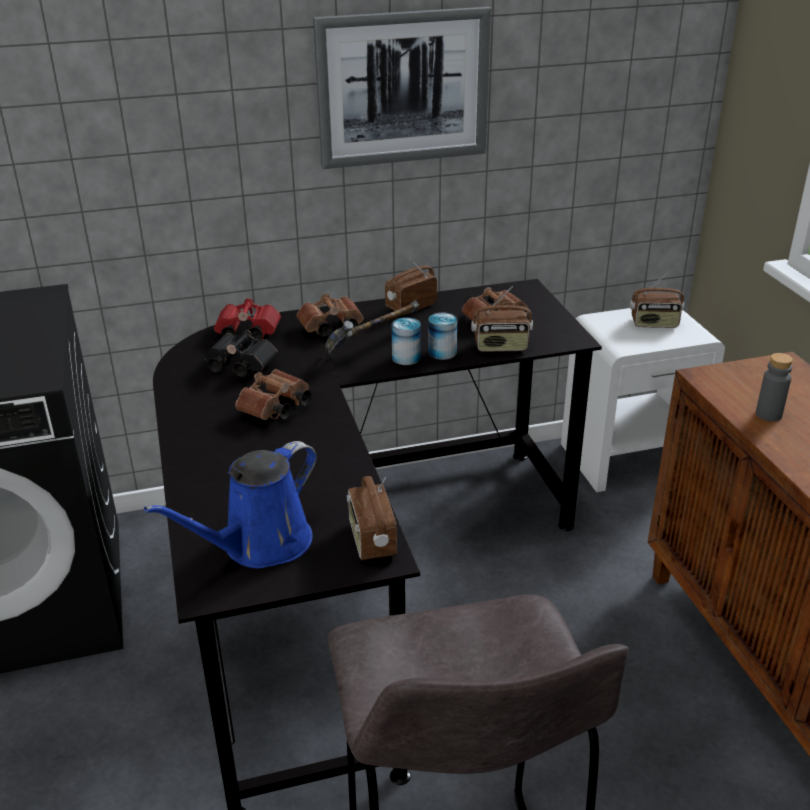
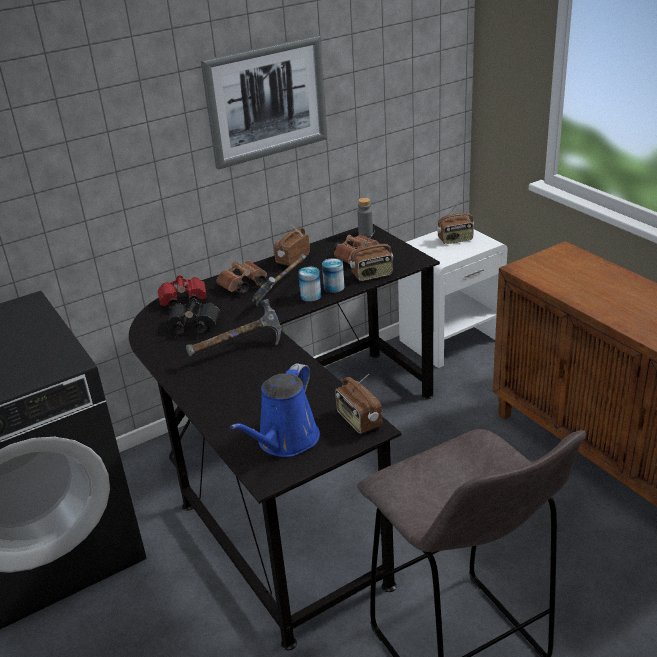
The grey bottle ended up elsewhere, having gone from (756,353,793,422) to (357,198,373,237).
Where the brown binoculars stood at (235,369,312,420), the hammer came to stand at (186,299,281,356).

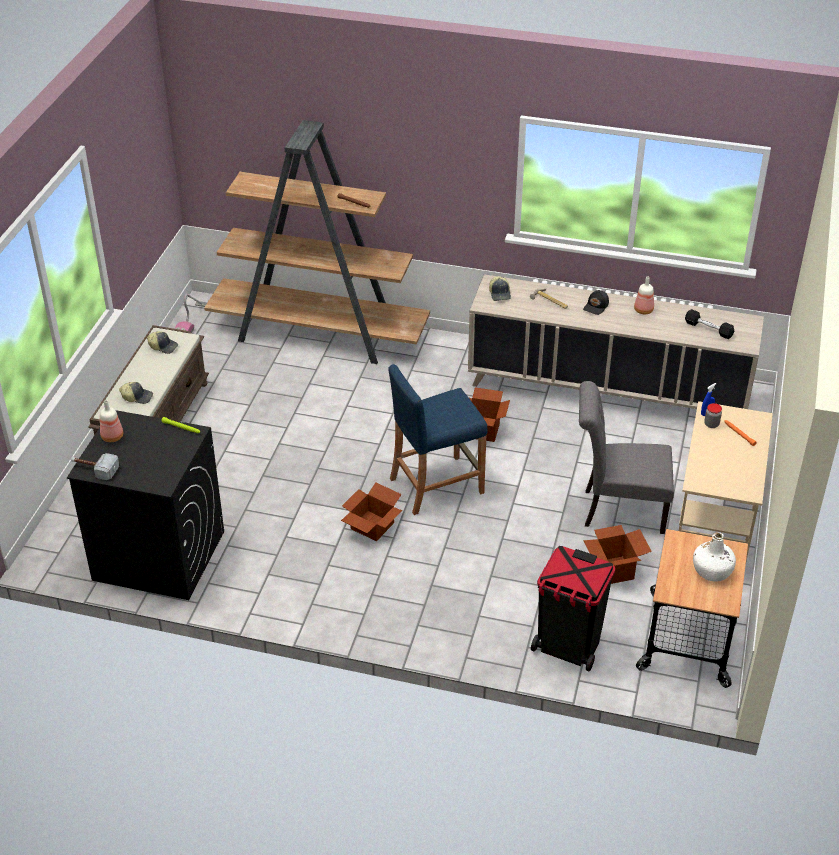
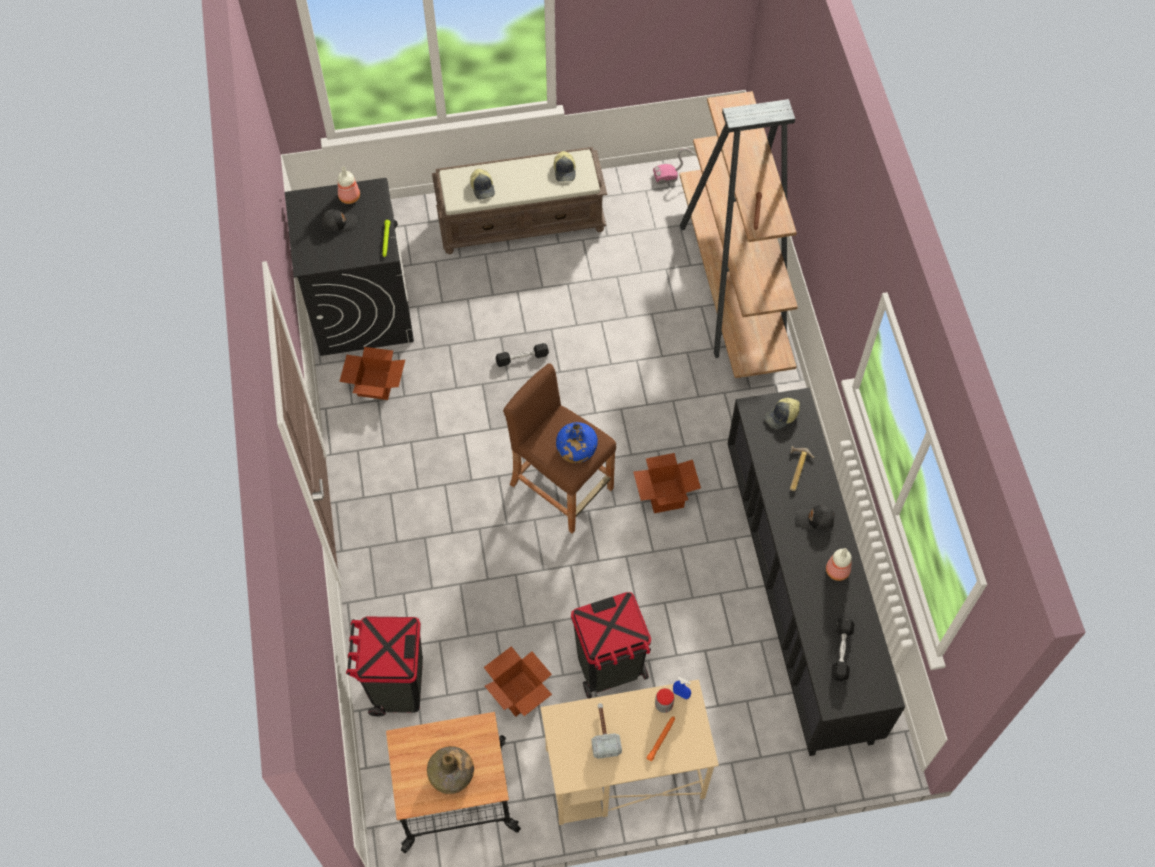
What was the beige cabinet at (468,274,764,409) turned into the black cabinet at (728,388,905,756).
What was the blue stool at (388,364,487,515) turned into the brown stool at (503,363,616,534).
Where the grey chair stood at (579,381,674,534), the black trash can came to stand at (571,592,651,699).
The hammer ended up elsewhere, having gone from (71,453,119,480) to (591,703,622,759).
The cardboard box ended up elsewhere, having gone from (341,482,402,541) to (339,347,405,400).
What was the white bottle at (693,532,736,582) turned into the green bottle at (427,746,474,794).
The second view gained the black cap at (322,209,357,233).
The second view gained the black dumbbell at (495,343,549,367).
The second view gained the blue bottle at (556,422,598,463).

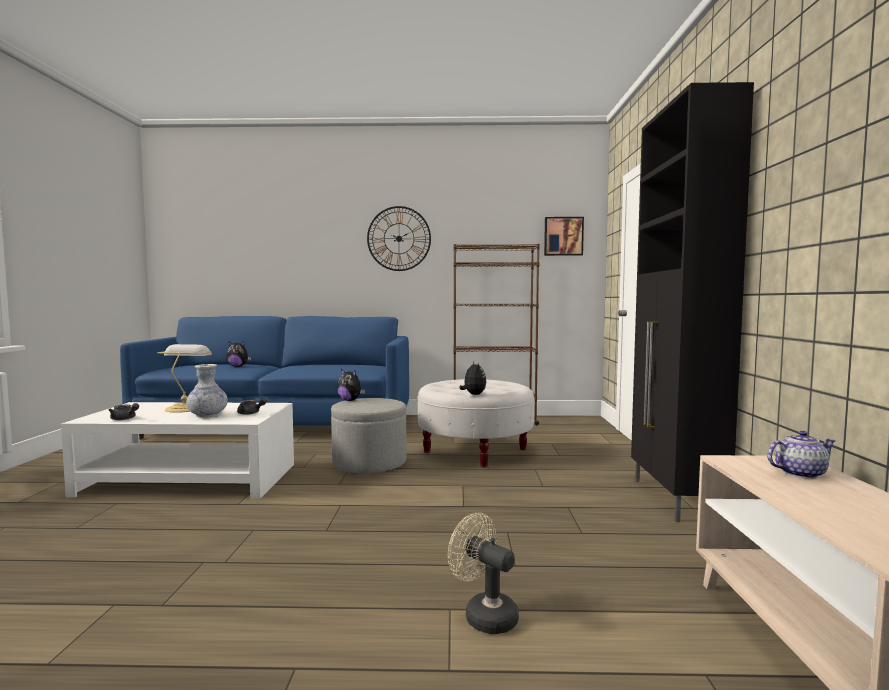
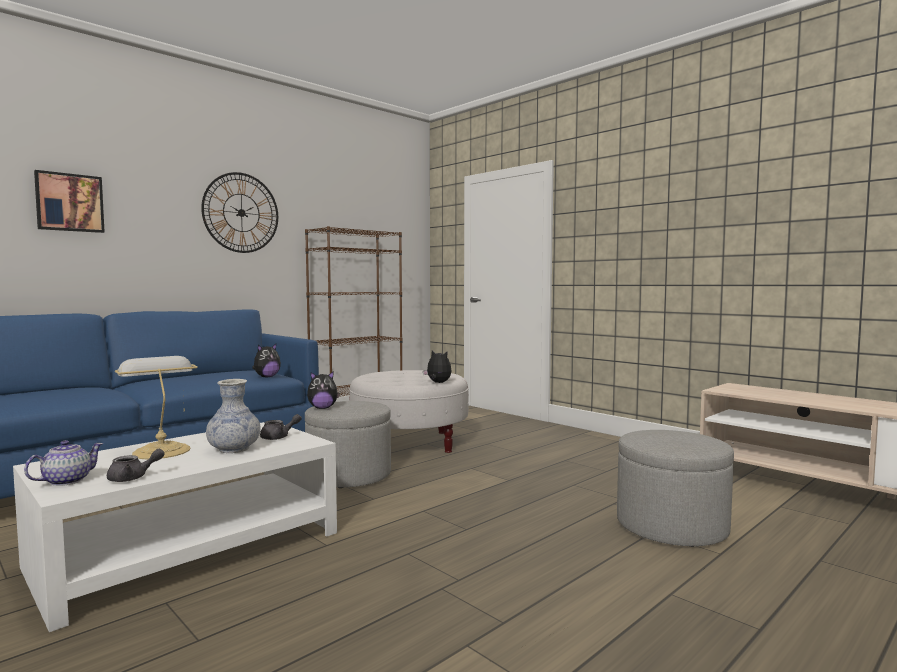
The second view lost the black cabinet at (631,82,754,522).
The picture ended up elsewhere, having gone from (544,217,584,256) to (34,170,105,233).
The plush toy ended up elsewhere, having gone from (226,341,251,367) to (252,344,281,378).
The teapot ended up elsewhere, having gone from (767,431,836,479) to (24,440,104,486).
Where the beige fan stood at (448,513,519,634), the grey ottoman came to stand at (617,430,734,547).

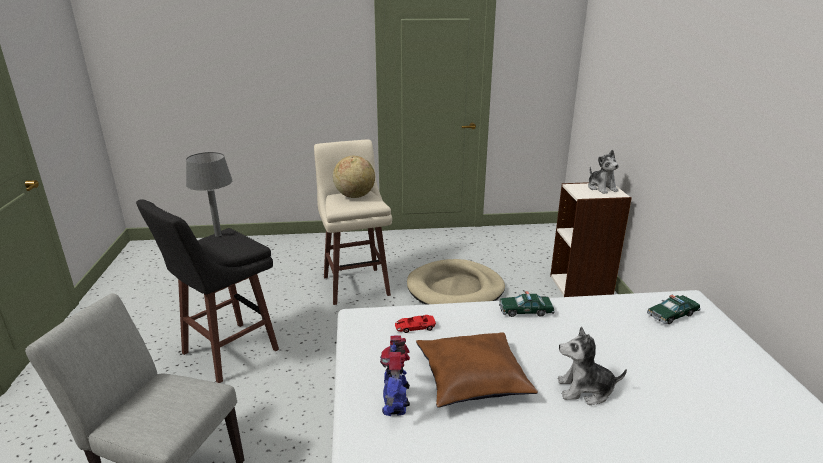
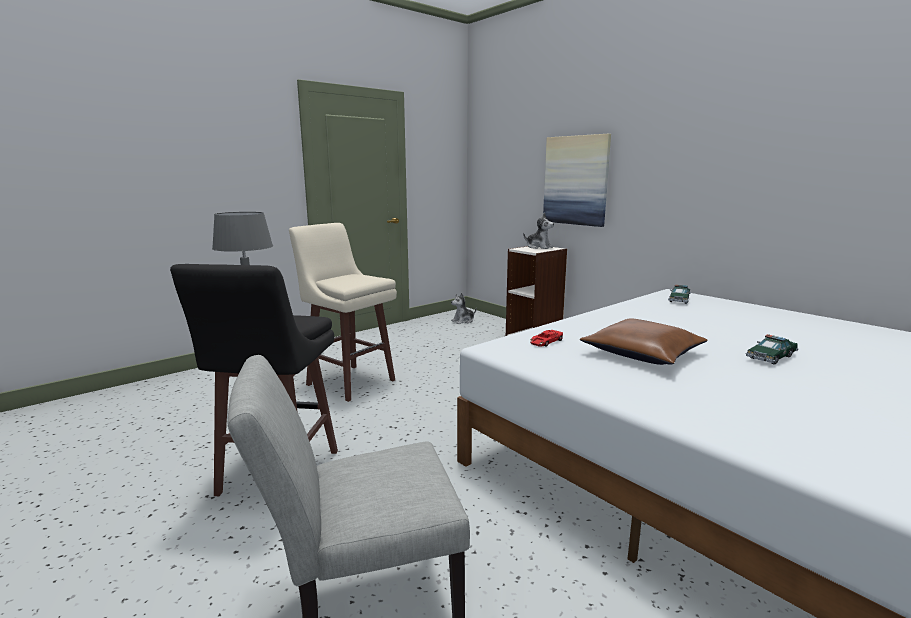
The second view lost the globe at (333,156,375,198).
The second view lost the beige dog bed at (407,259,505,305).
The toy car ended up elsewhere, having gone from (499,291,555,317) to (746,334,799,365).
The plush toy ended up elsewhere, having gone from (558,327,627,405) to (451,293,477,324).
The second view lost the toy robot at (380,335,410,416).
The second view gained the picture at (543,134,611,227).

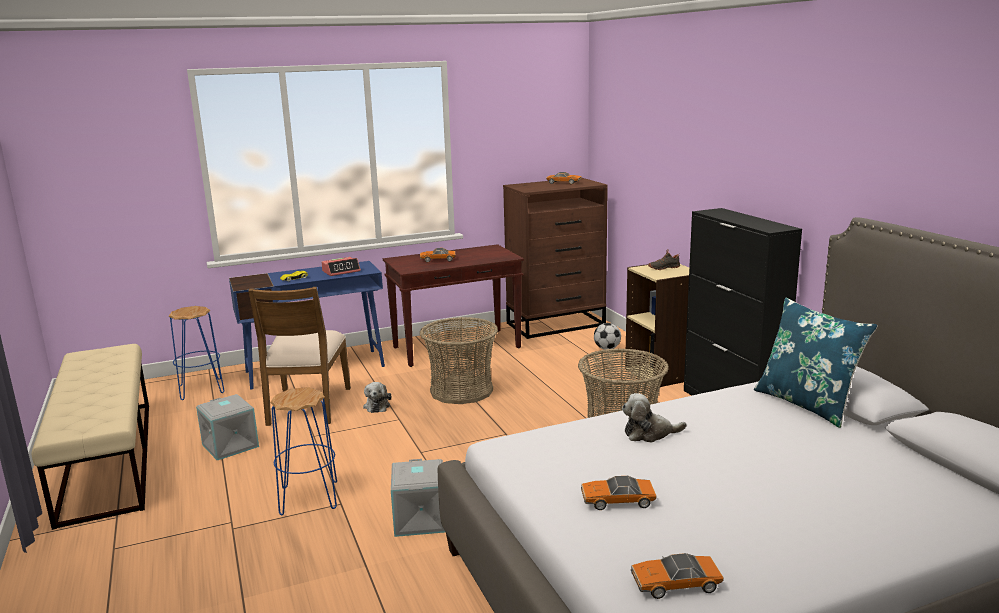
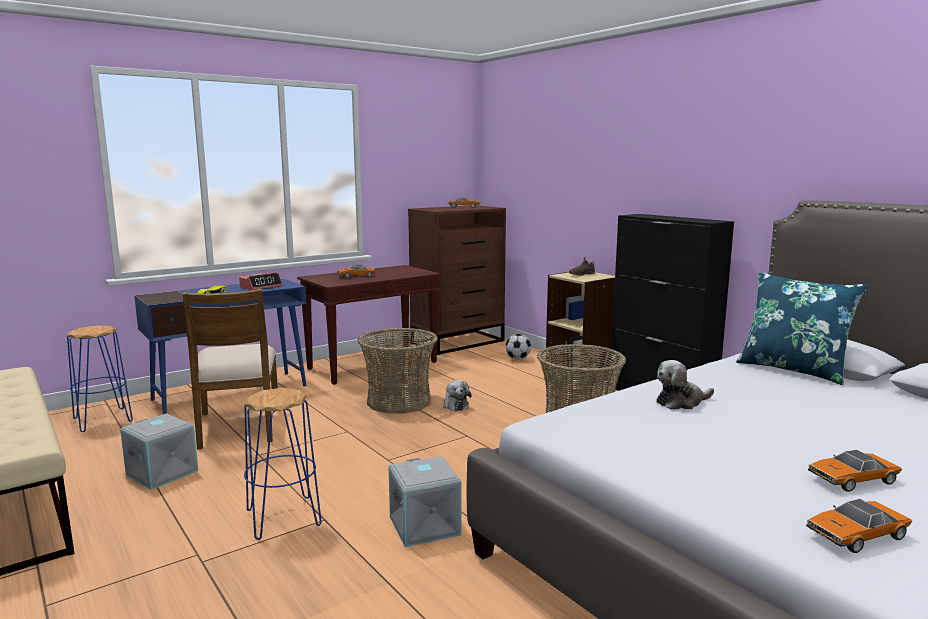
The plush toy ended up elsewhere, having gone from (363,382,391,413) to (443,380,471,411).
The toy car ended up elsewhere, having gone from (581,476,657,510) to (808,450,902,492).

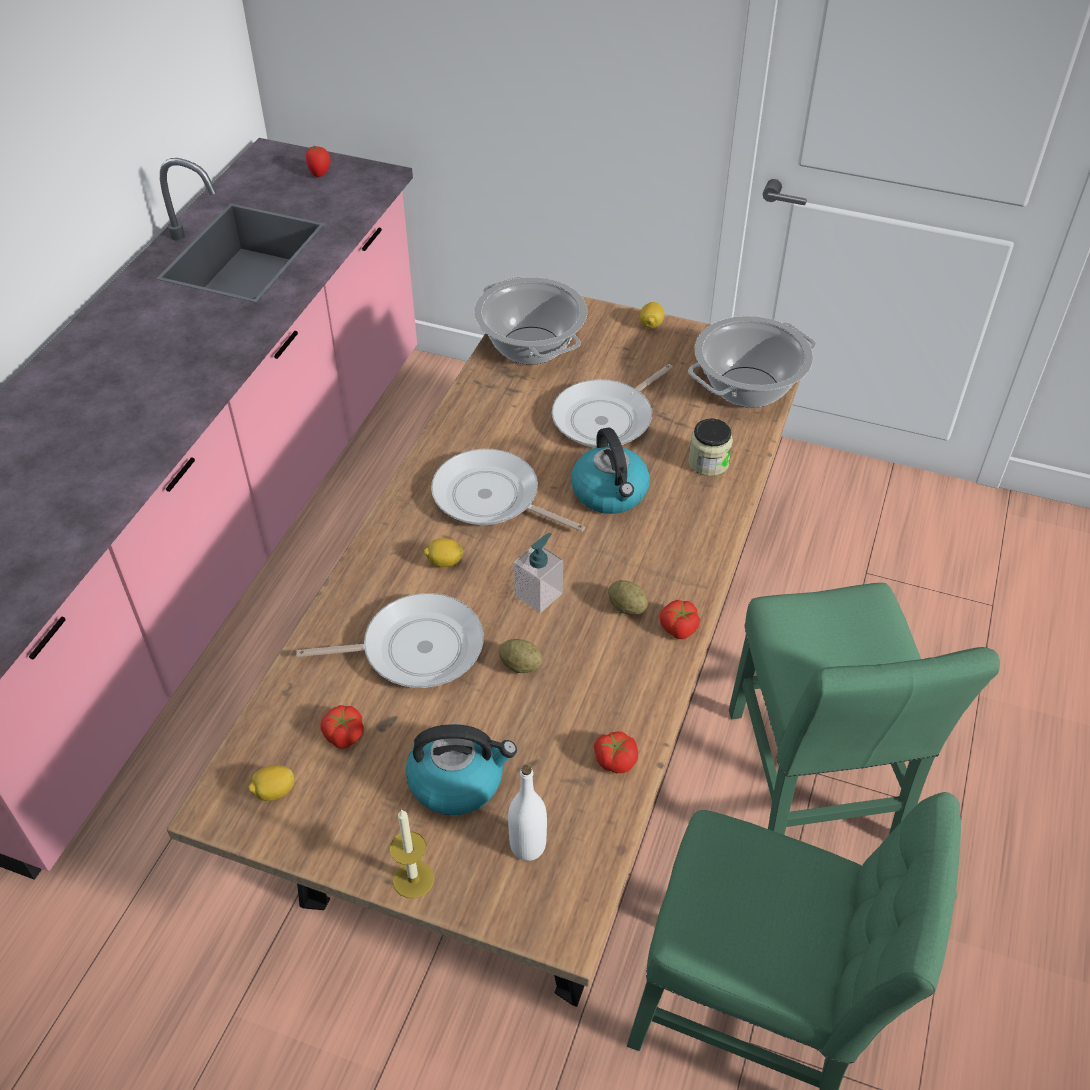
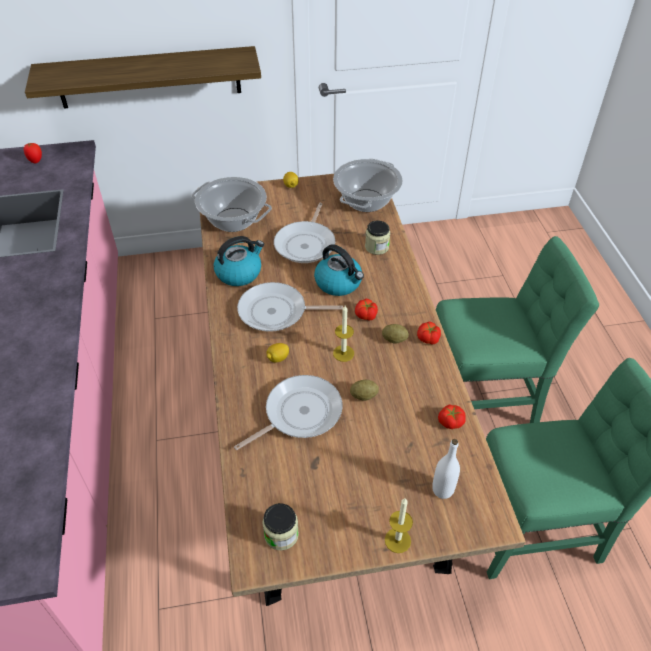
Where the soap dispenser stood at (514,533,563,613), the candle came to stand at (333,306,354,362).
The green chair at (729,583,1000,835) ended up facing another way, 60 degrees counterclockwise from before.
The tomato ended up elsewhere, having gone from (320,705,364,749) to (355,299,378,320).
The kettle ended up elsewhere, having gone from (406,724,517,815) to (214,236,264,286).
Where the lemon stood at (248,765,295,801), the jar came to stand at (262,503,299,551).
The second view gained the shelf at (25,46,261,109).

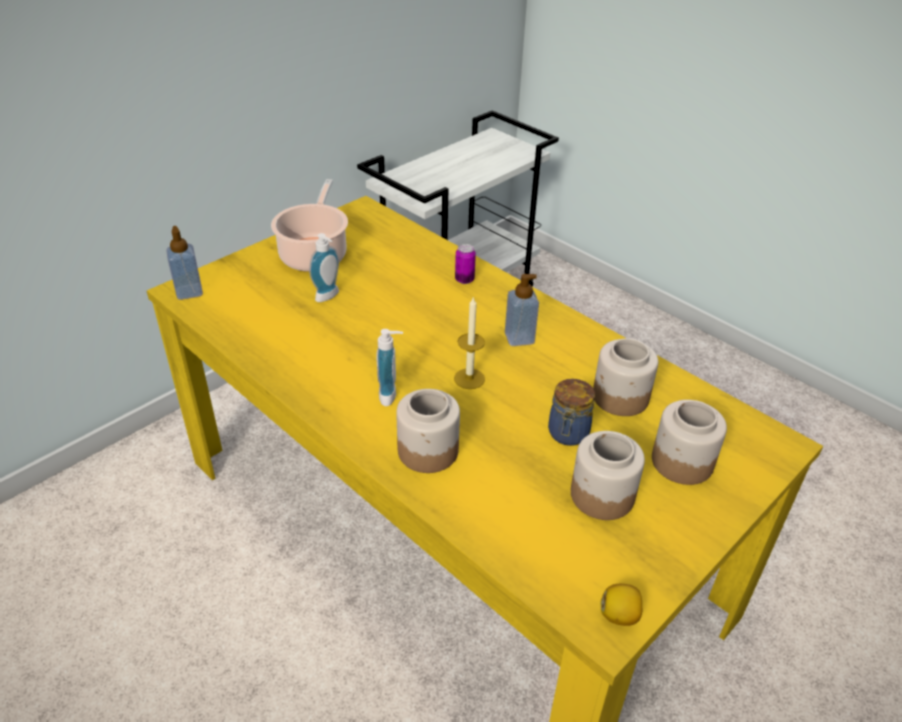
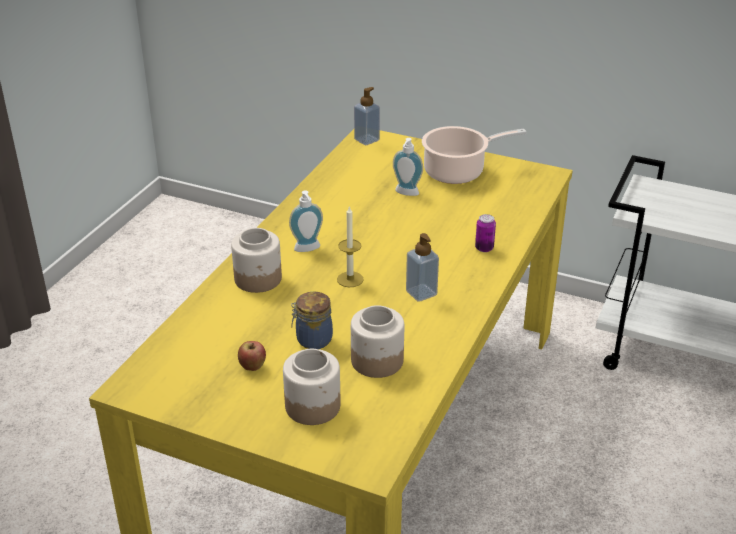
Where the jar stood at (571,431,645,520), the apple came to stand at (238,341,266,371).
The second view lost the lemon at (600,584,642,626).

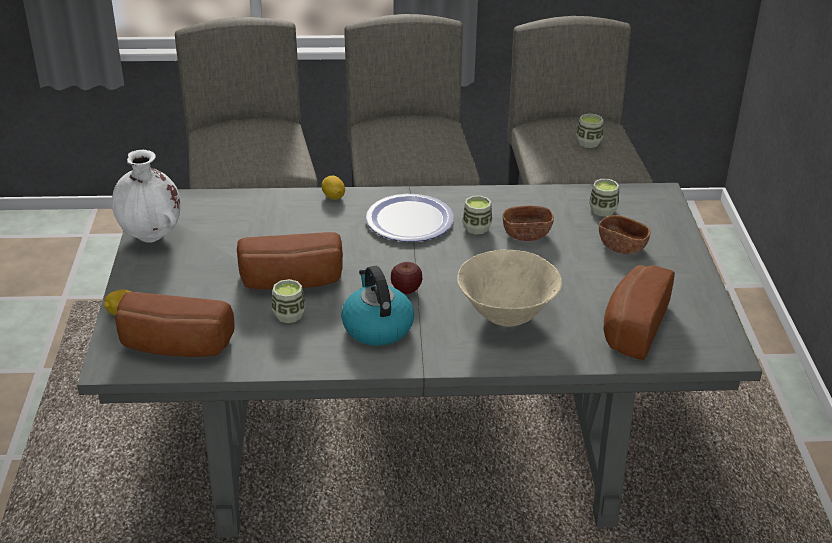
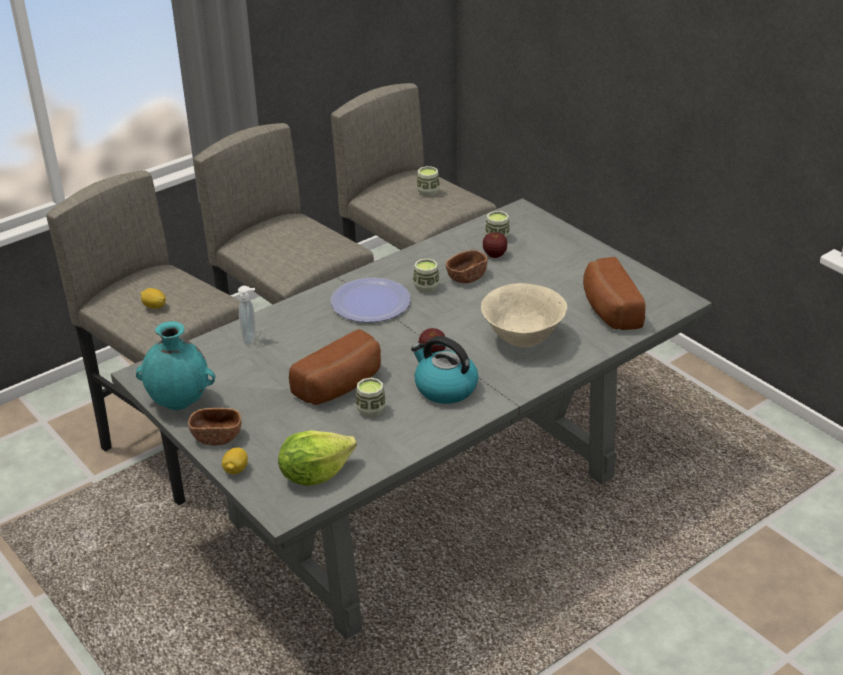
What was the white vase at (112,150,181,243) turned into the turquoise vase at (136,321,215,410).
The lemon ended up elsewhere, having gone from (322,176,345,199) to (141,288,166,309).
The brown bowl ended up elsewhere, having gone from (599,215,651,254) to (188,408,241,446).
Where the bread stood at (115,292,235,357), the lettuce came to stand at (278,430,357,486).
The second view gained the apple at (483,232,507,258).
The second view gained the soap dispenser at (238,286,255,345).

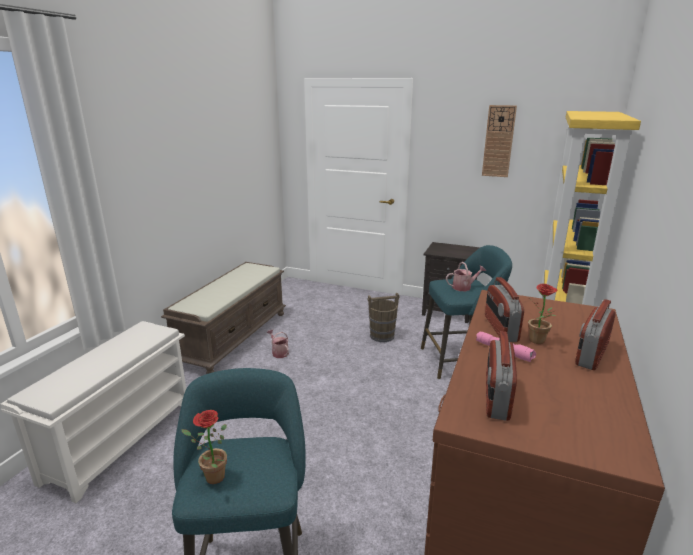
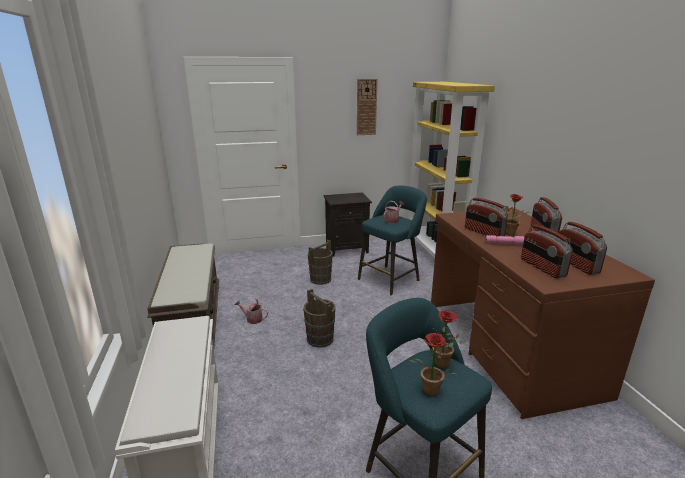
The second view gained the radio at (559,222,607,275).
The second view gained the brown bucket at (303,289,336,348).
The second view gained the potted plant at (432,310,466,368).

